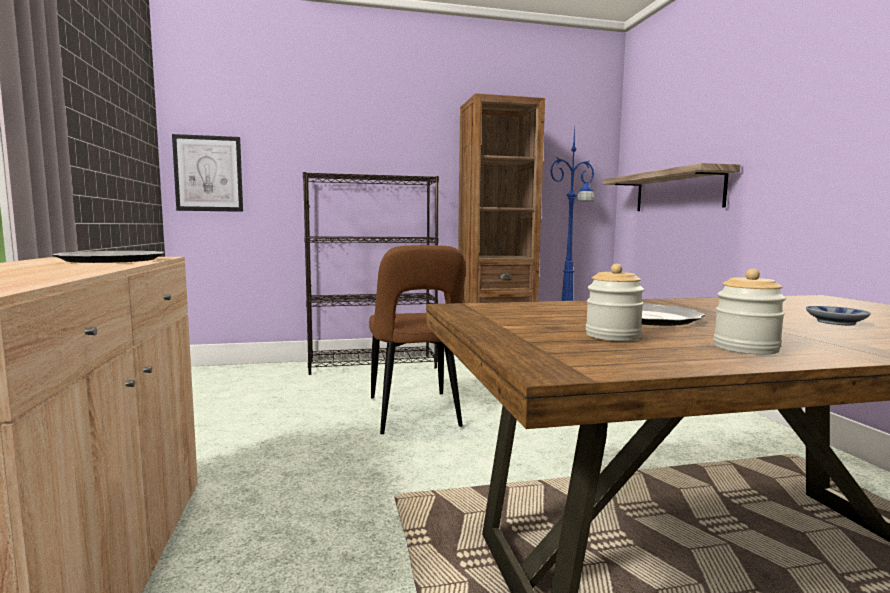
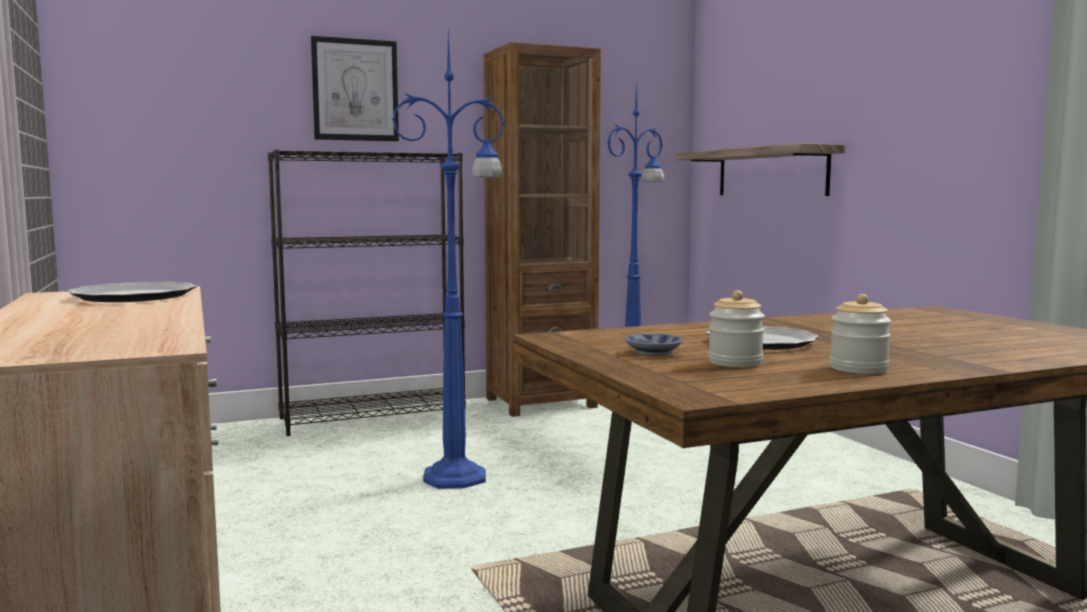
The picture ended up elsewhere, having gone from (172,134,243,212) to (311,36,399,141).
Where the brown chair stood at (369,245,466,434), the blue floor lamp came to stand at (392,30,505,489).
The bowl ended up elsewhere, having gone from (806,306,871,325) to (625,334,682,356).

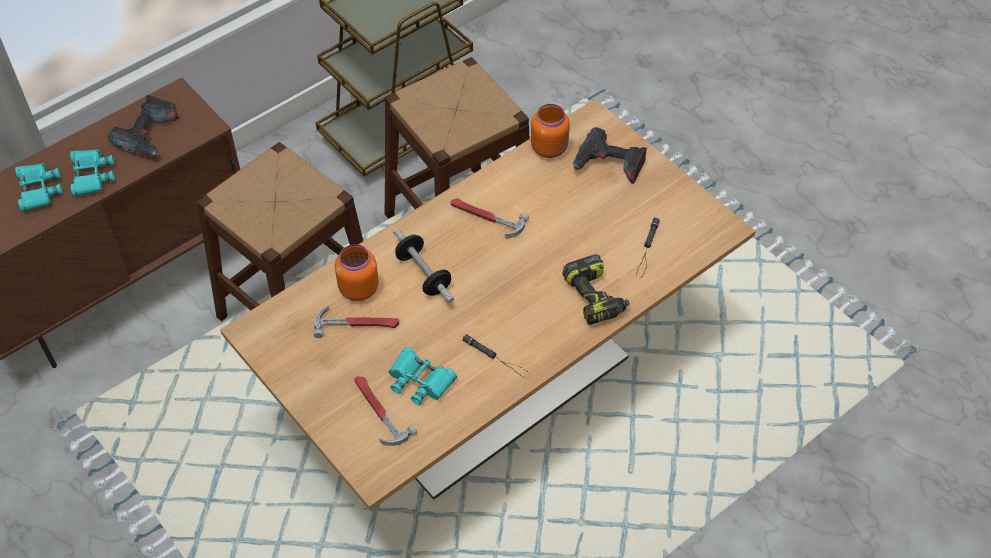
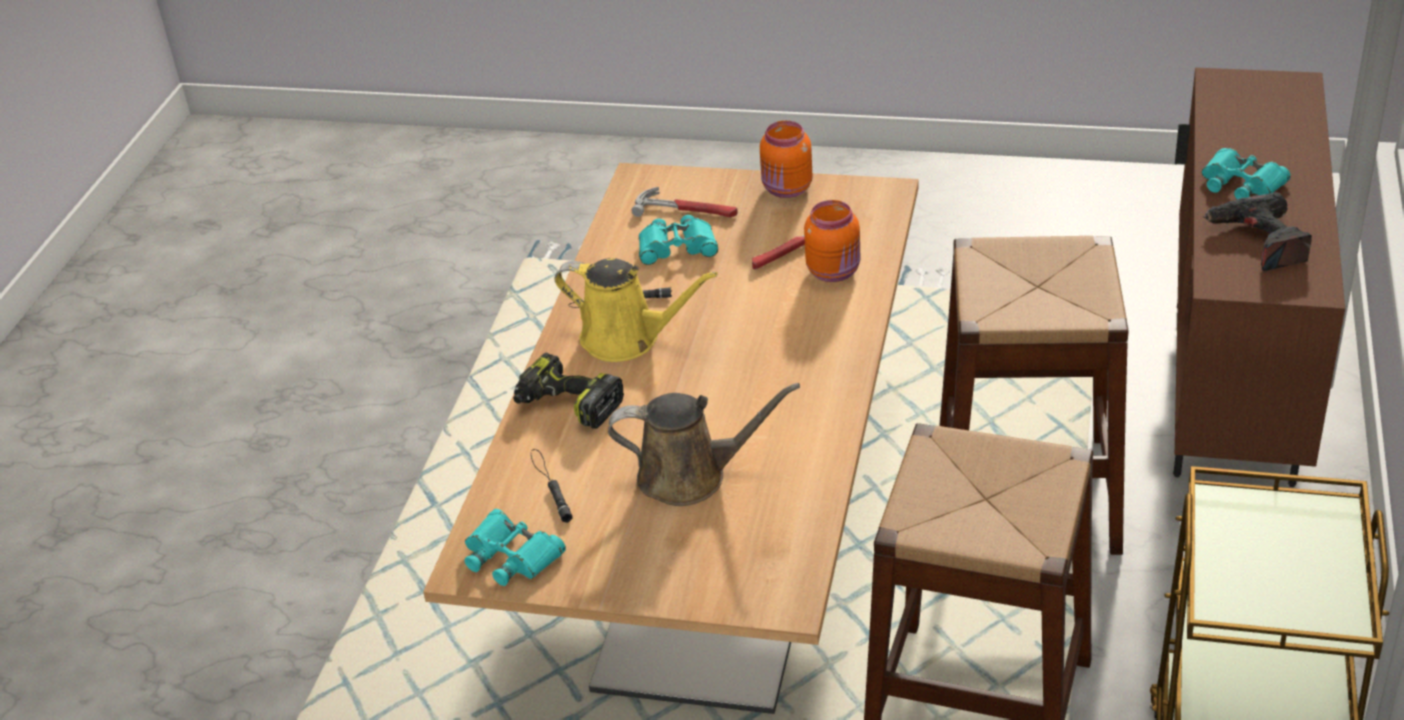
The orange jar ended up elsewhere, having gone from (531,104,570,158) to (760,120,813,198).
The second view lost the power drill at (573,127,647,184).
The turquoise binoculars ended up elsewhere, having gone from (15,163,63,212) to (464,509,566,586).
The second view lost the hammer at (451,198,529,238).
The second view lost the dumbbell at (393,228,454,303).
The second view gained the yellow watering can at (555,258,718,362).
The second view gained the brown watering can at (608,383,800,506).

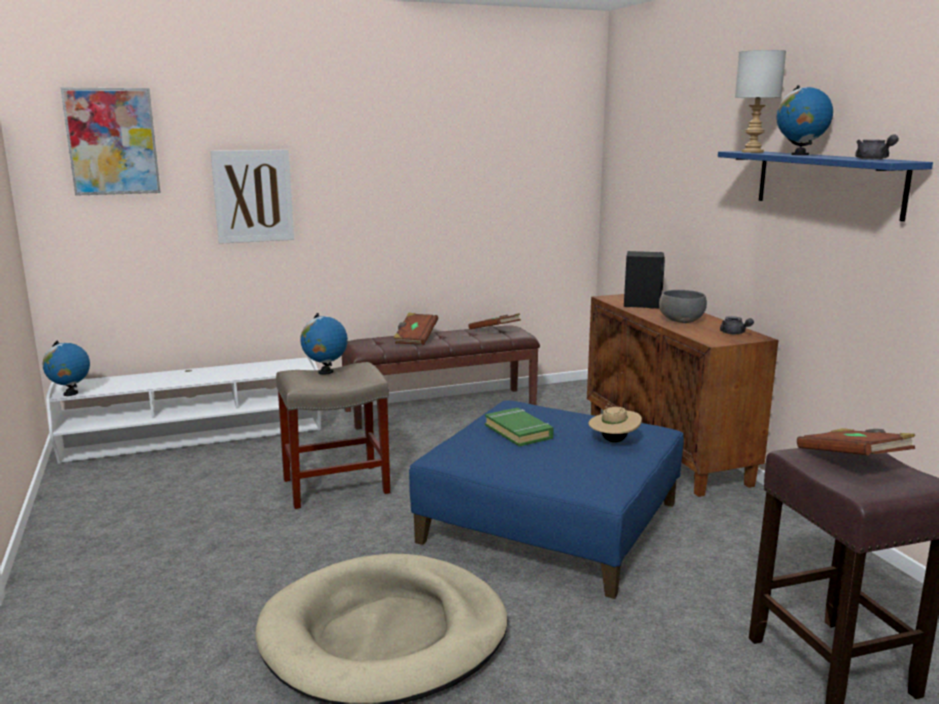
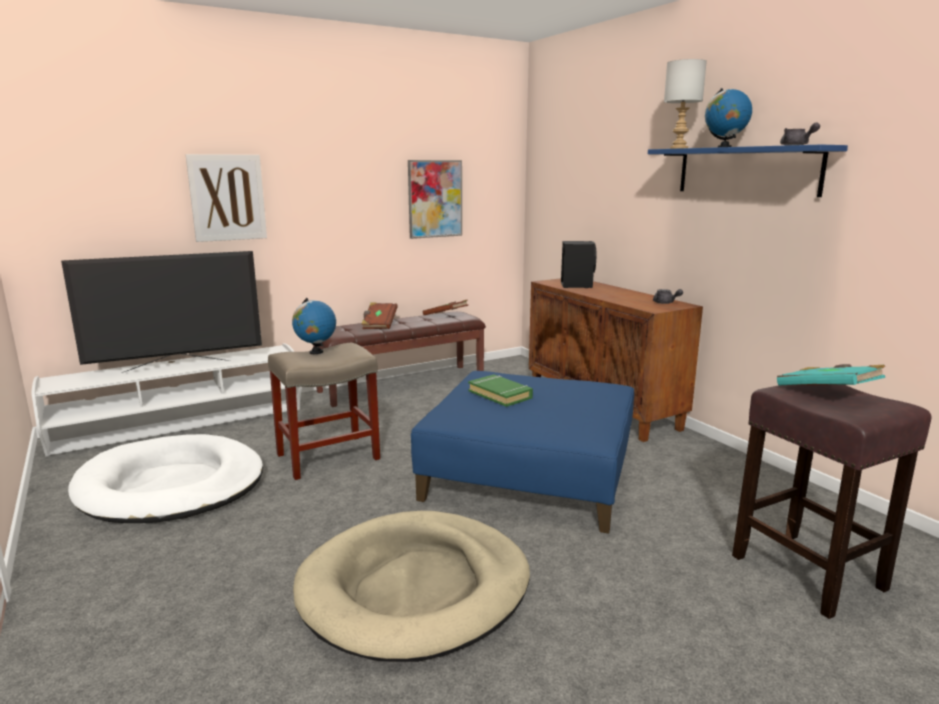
The picture ended up elsewhere, having gone from (61,87,161,196) to (408,160,462,239).
The second view lost the grey bowl at (659,290,707,323).
The second view lost the globe at (42,340,90,396).
The second view lost the beige hat at (588,403,642,443).
What was the brown book at (797,428,915,455) turned into the turquoise book at (777,364,885,386).
The second view gained the television at (61,251,262,373).
The second view gained the white dog bed at (68,434,263,523).

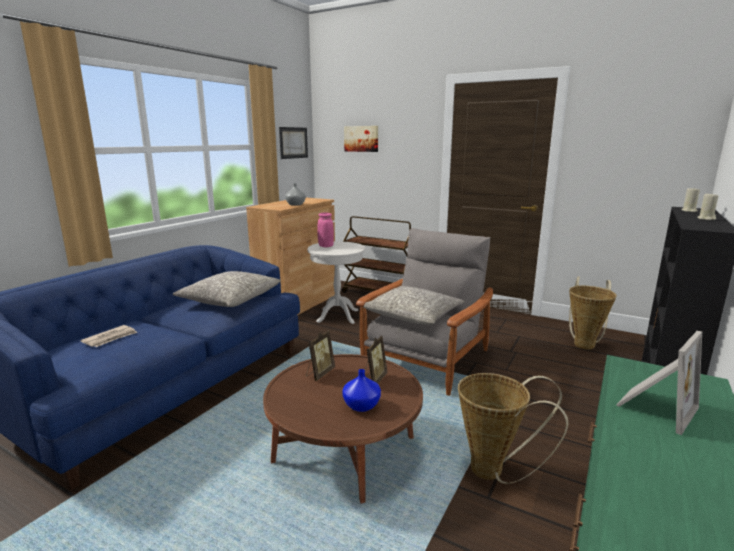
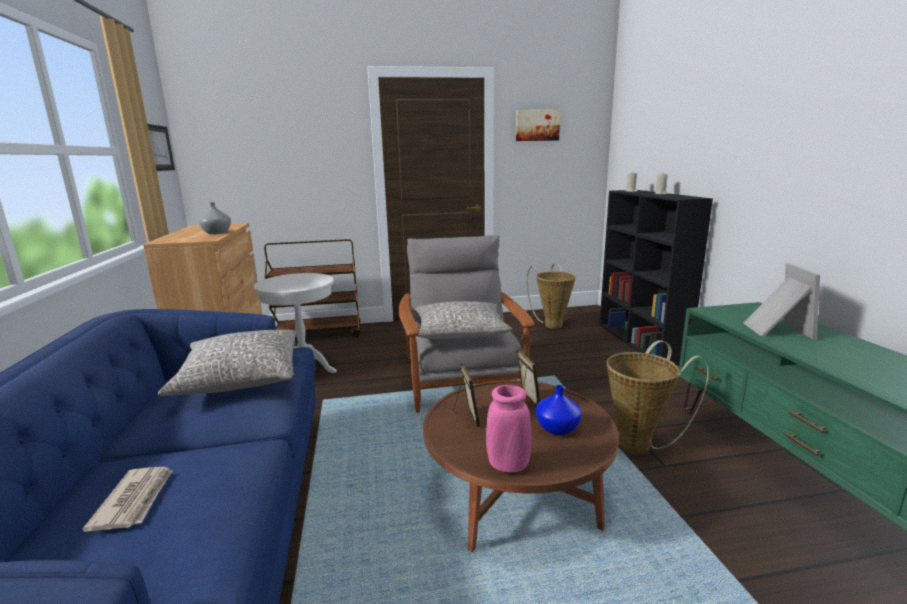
The picture ended up elsewhere, having gone from (344,126,378,152) to (516,109,560,141).
The pink vase ended up elsewhere, having gone from (317,212,334,247) to (486,385,532,473).

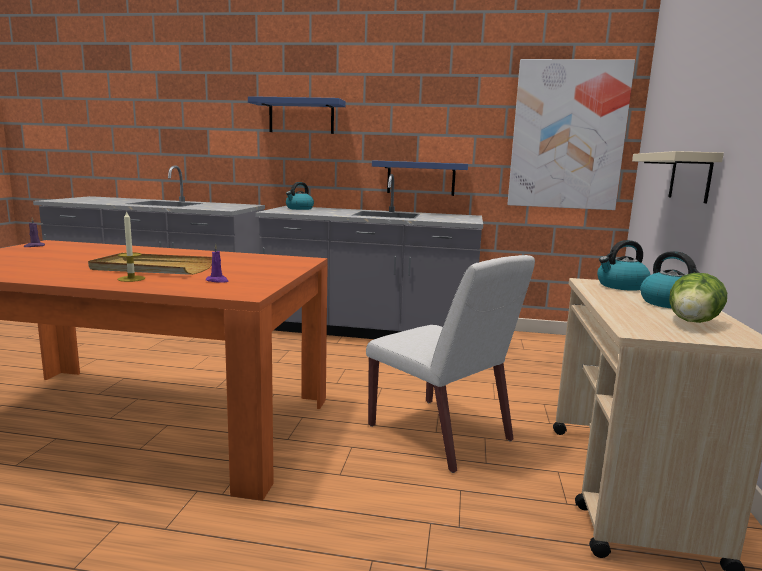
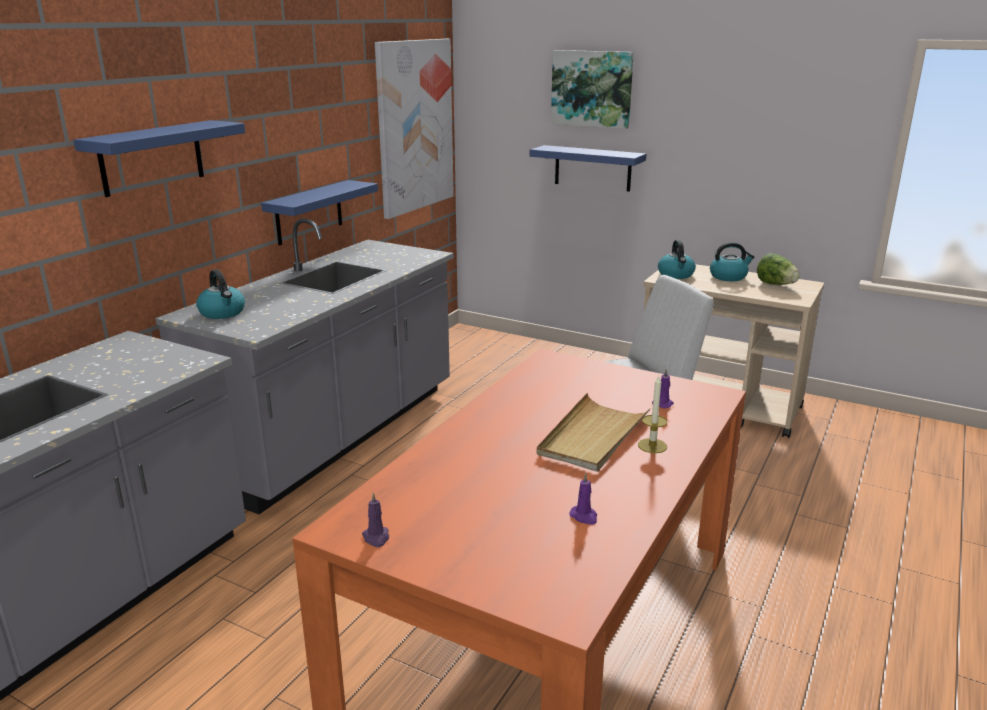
What was the beige shelf at (632,151,724,203) turned into the blue shelf at (530,145,646,192).
The second view gained the picture at (551,50,634,129).
The second view gained the purple candle at (569,473,597,525).

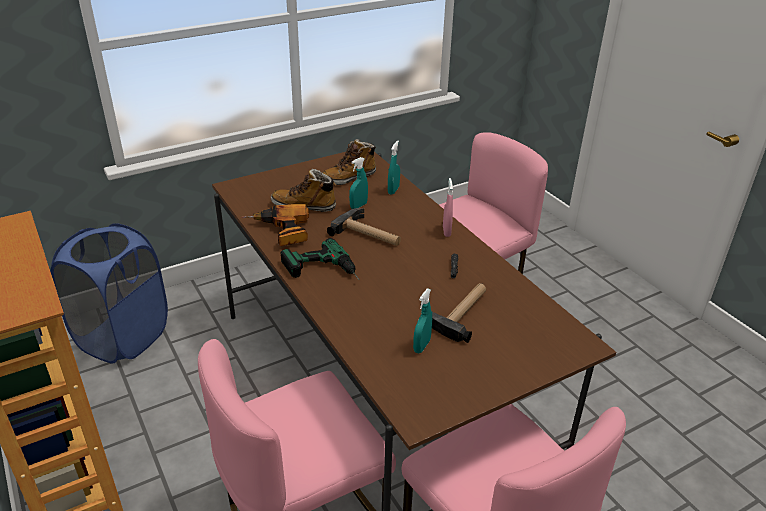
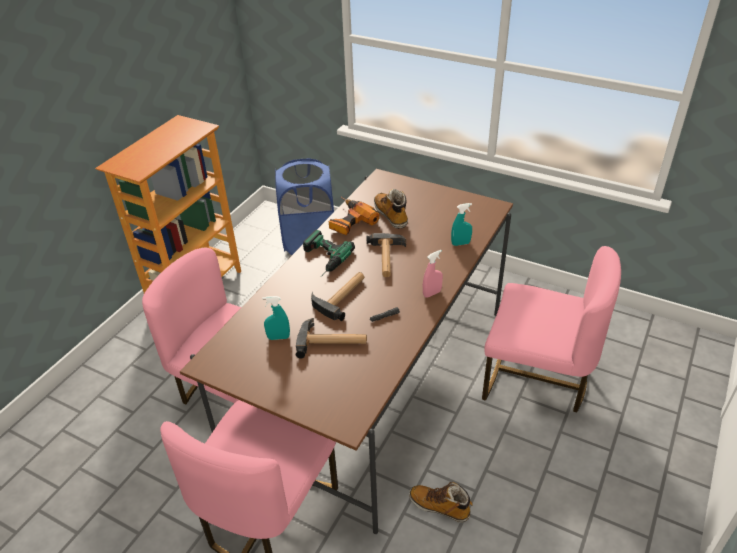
The boot ended up elsewhere, having gone from (322,139,376,185) to (409,482,473,523).
The second view lost the turquoise spray bottle at (349,157,368,209).
The second view gained the hammer at (311,272,364,321).

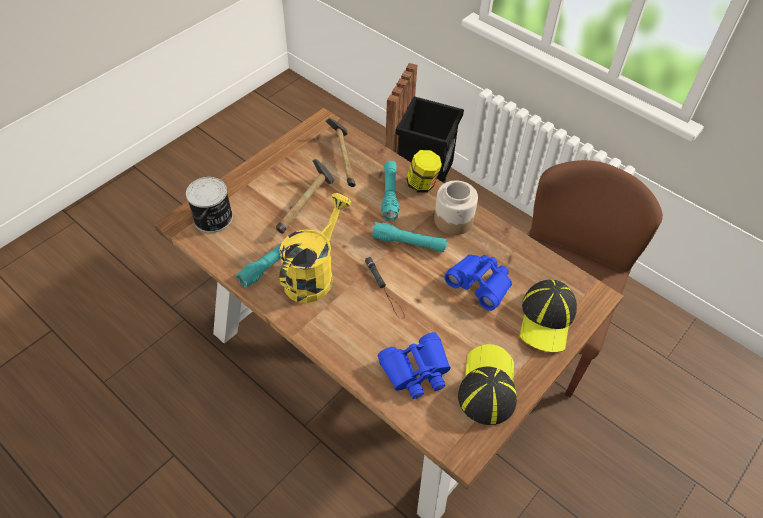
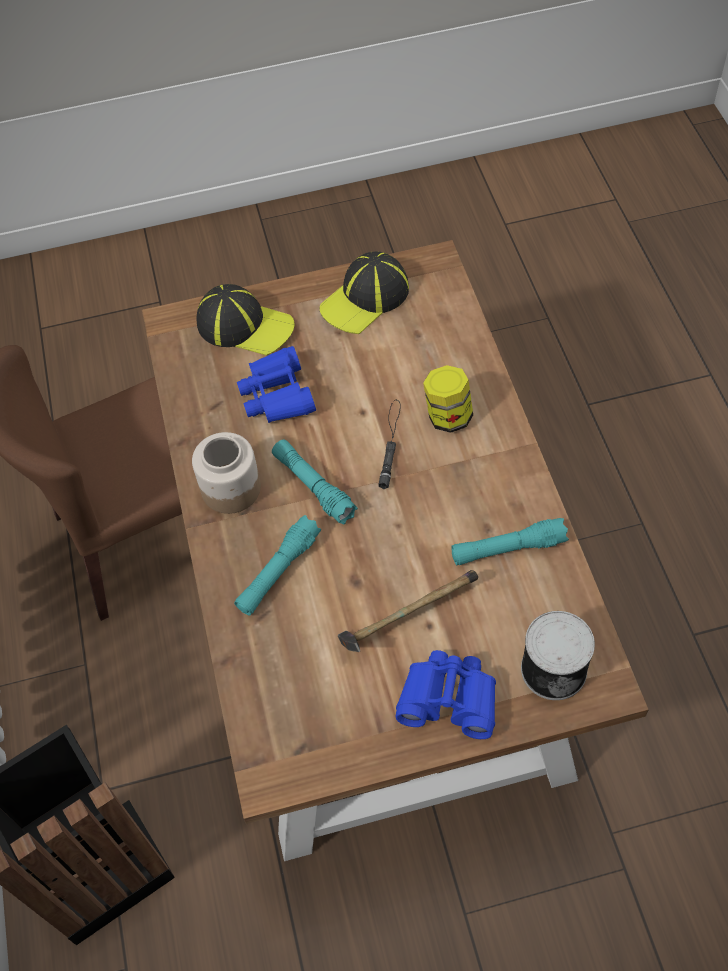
The second view lost the hammer at (325,118,356,187).
The jar ended up elsewhere, having gone from (406,150,442,193) to (423,365,473,433).
The second view lost the yellow watering can at (279,193,351,303).
The cap at (520,280,577,353) ended up facing another way, 60 degrees clockwise from before.
The blue binoculars ended up elsewhere, having gone from (378,332,451,399) to (396,650,496,739).

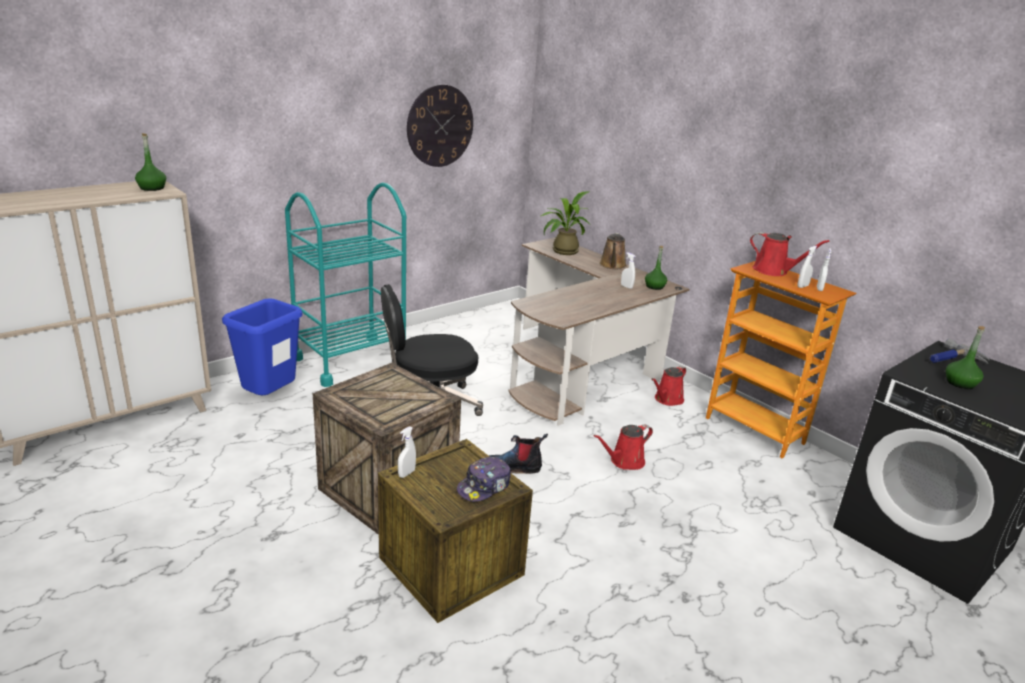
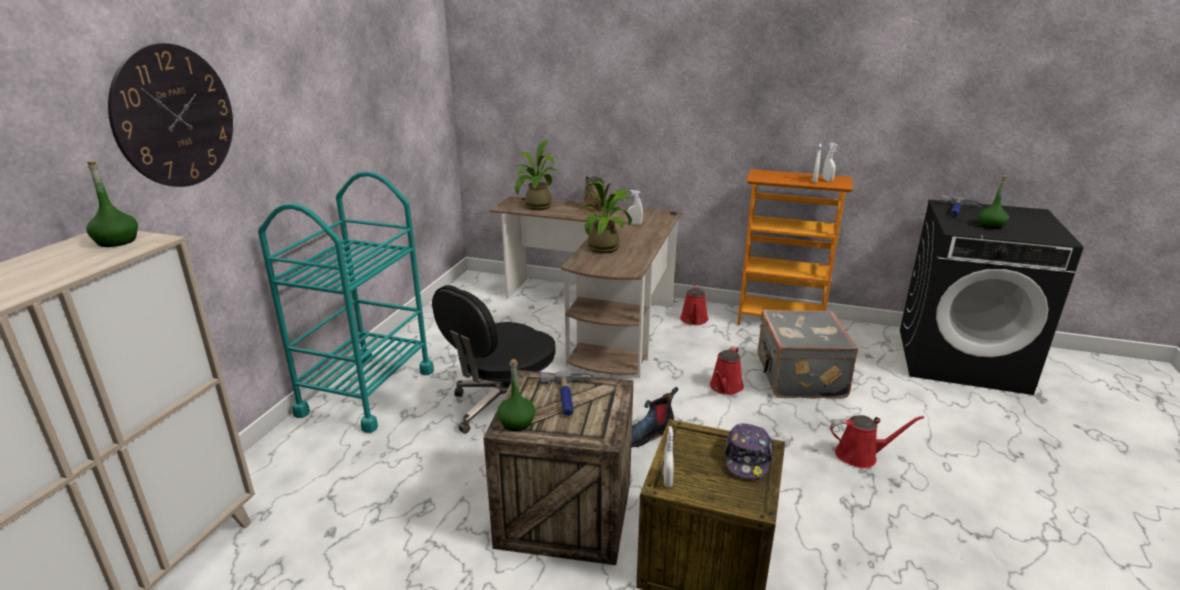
The wall clock ended up elsewhere, having gone from (407,84,473,167) to (108,43,233,187).
The red watering can ended up elsewhere, having gone from (750,232,829,276) to (830,415,924,468).
The green bottle ended up elsewhere, having gone from (645,246,667,290) to (497,359,536,431).
The second view lost the blue trash can at (222,298,303,395).
The second view gained the potted plant at (578,181,632,253).
The second view gained the grey suitcase at (758,310,858,398).
The second view gained the hammer at (540,371,593,416).

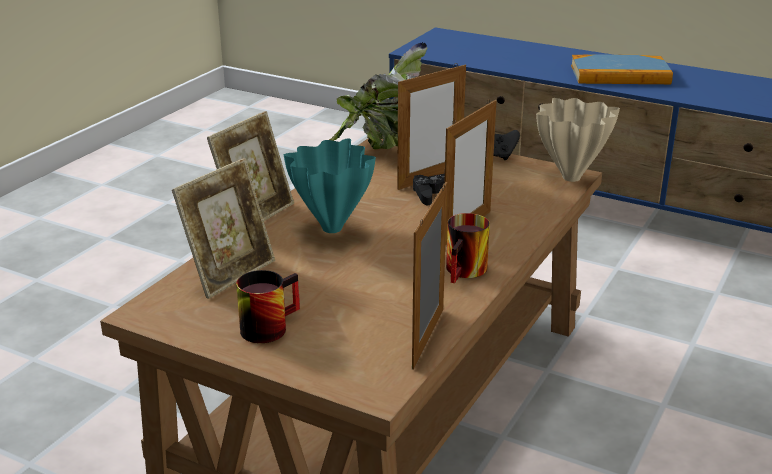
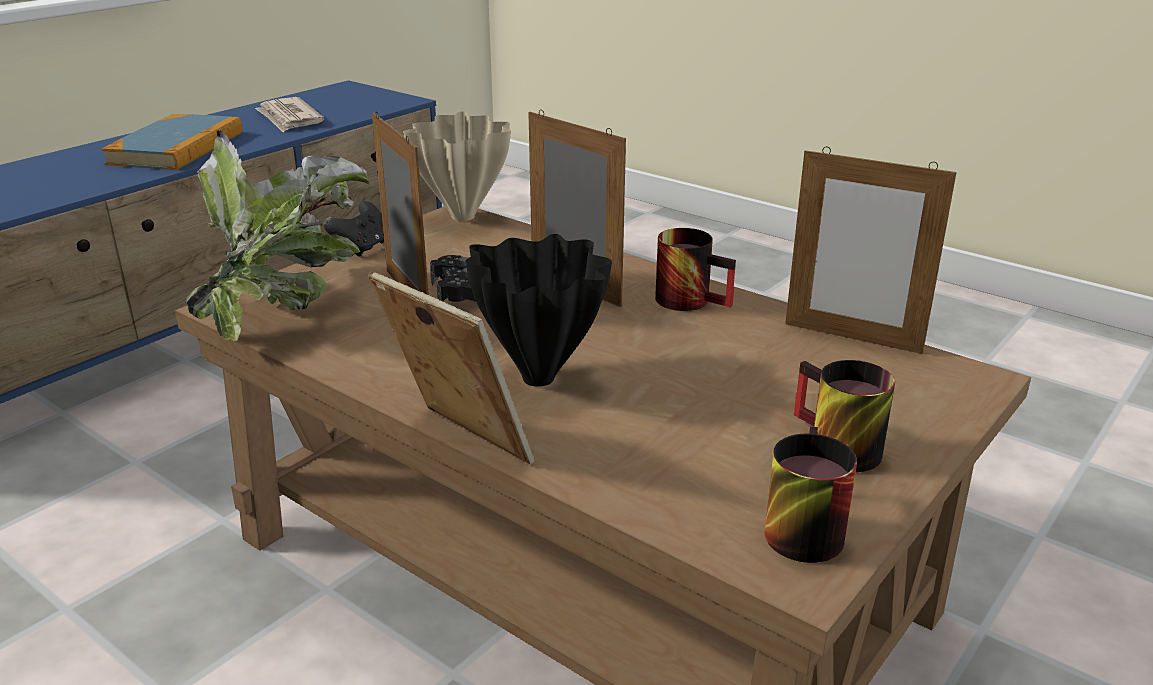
What was the turquoise vase at (284,138,376,233) turned into the black vase at (466,234,612,387).
The second view lost the picture frame at (172,158,275,299).
The second view gained the newspaper at (255,97,324,132).
The second view gained the mug at (764,426,857,563).

